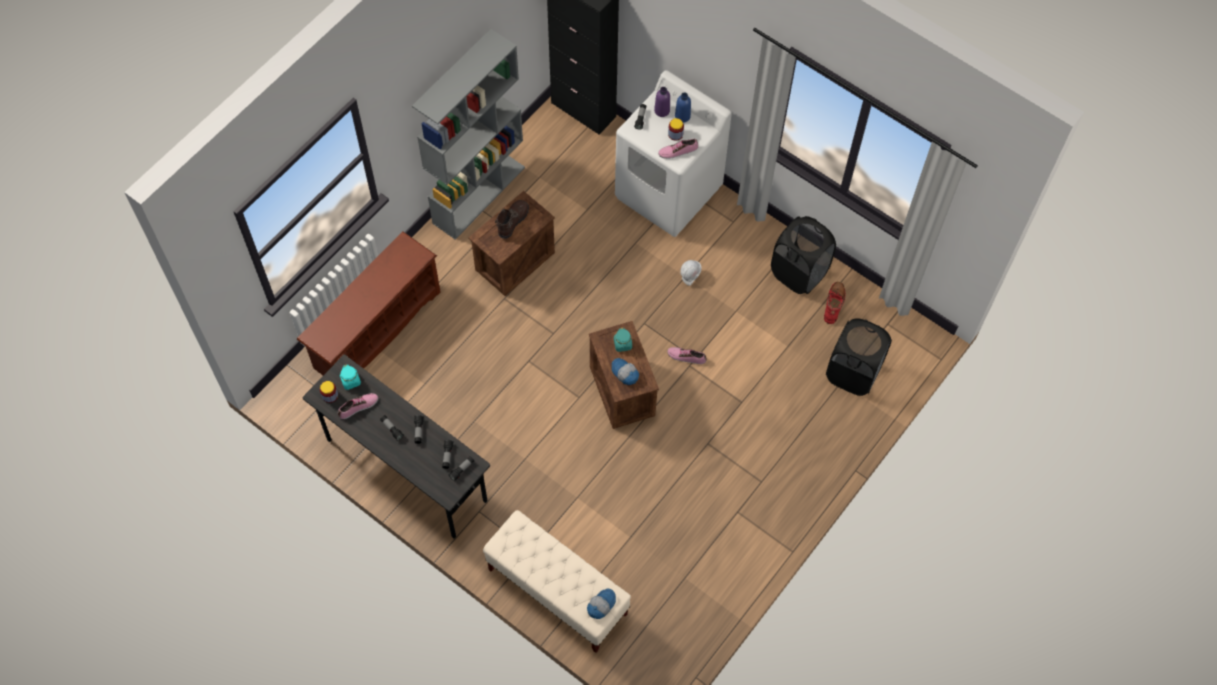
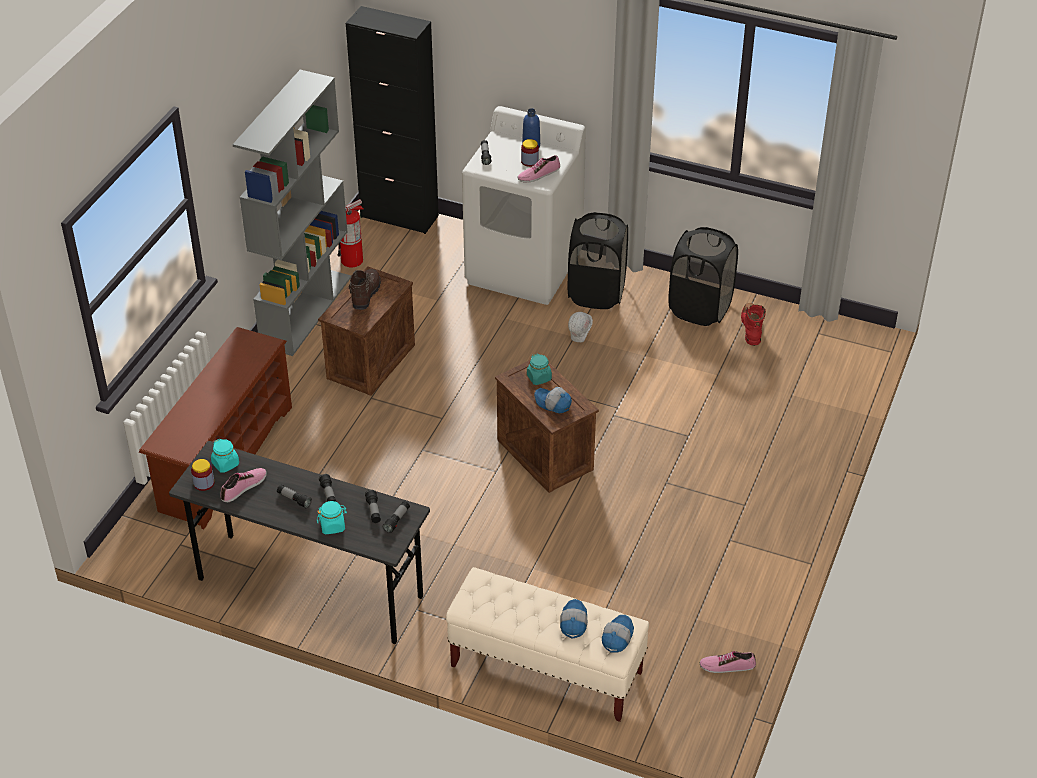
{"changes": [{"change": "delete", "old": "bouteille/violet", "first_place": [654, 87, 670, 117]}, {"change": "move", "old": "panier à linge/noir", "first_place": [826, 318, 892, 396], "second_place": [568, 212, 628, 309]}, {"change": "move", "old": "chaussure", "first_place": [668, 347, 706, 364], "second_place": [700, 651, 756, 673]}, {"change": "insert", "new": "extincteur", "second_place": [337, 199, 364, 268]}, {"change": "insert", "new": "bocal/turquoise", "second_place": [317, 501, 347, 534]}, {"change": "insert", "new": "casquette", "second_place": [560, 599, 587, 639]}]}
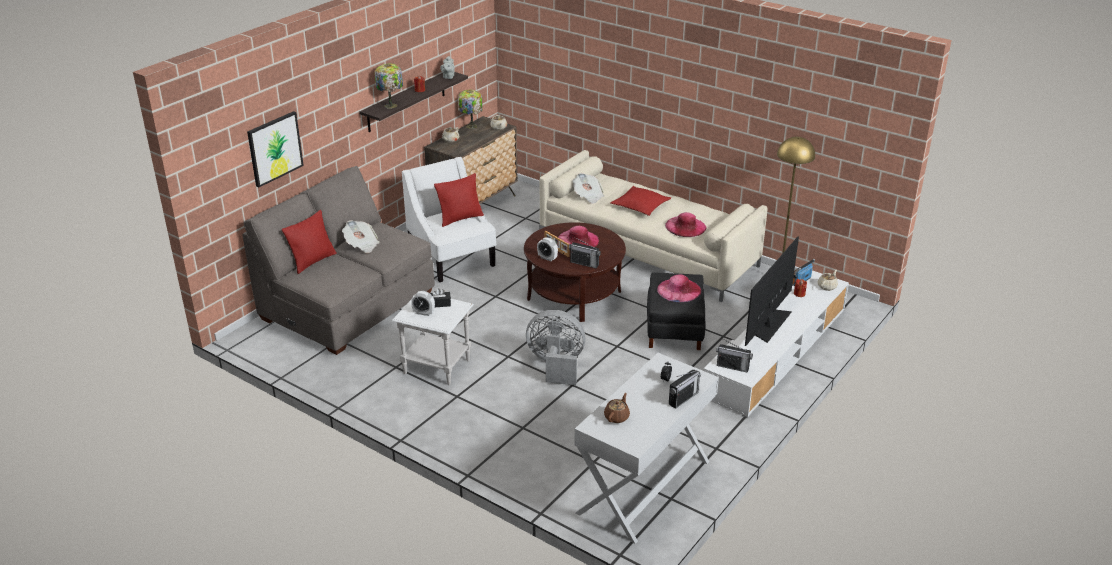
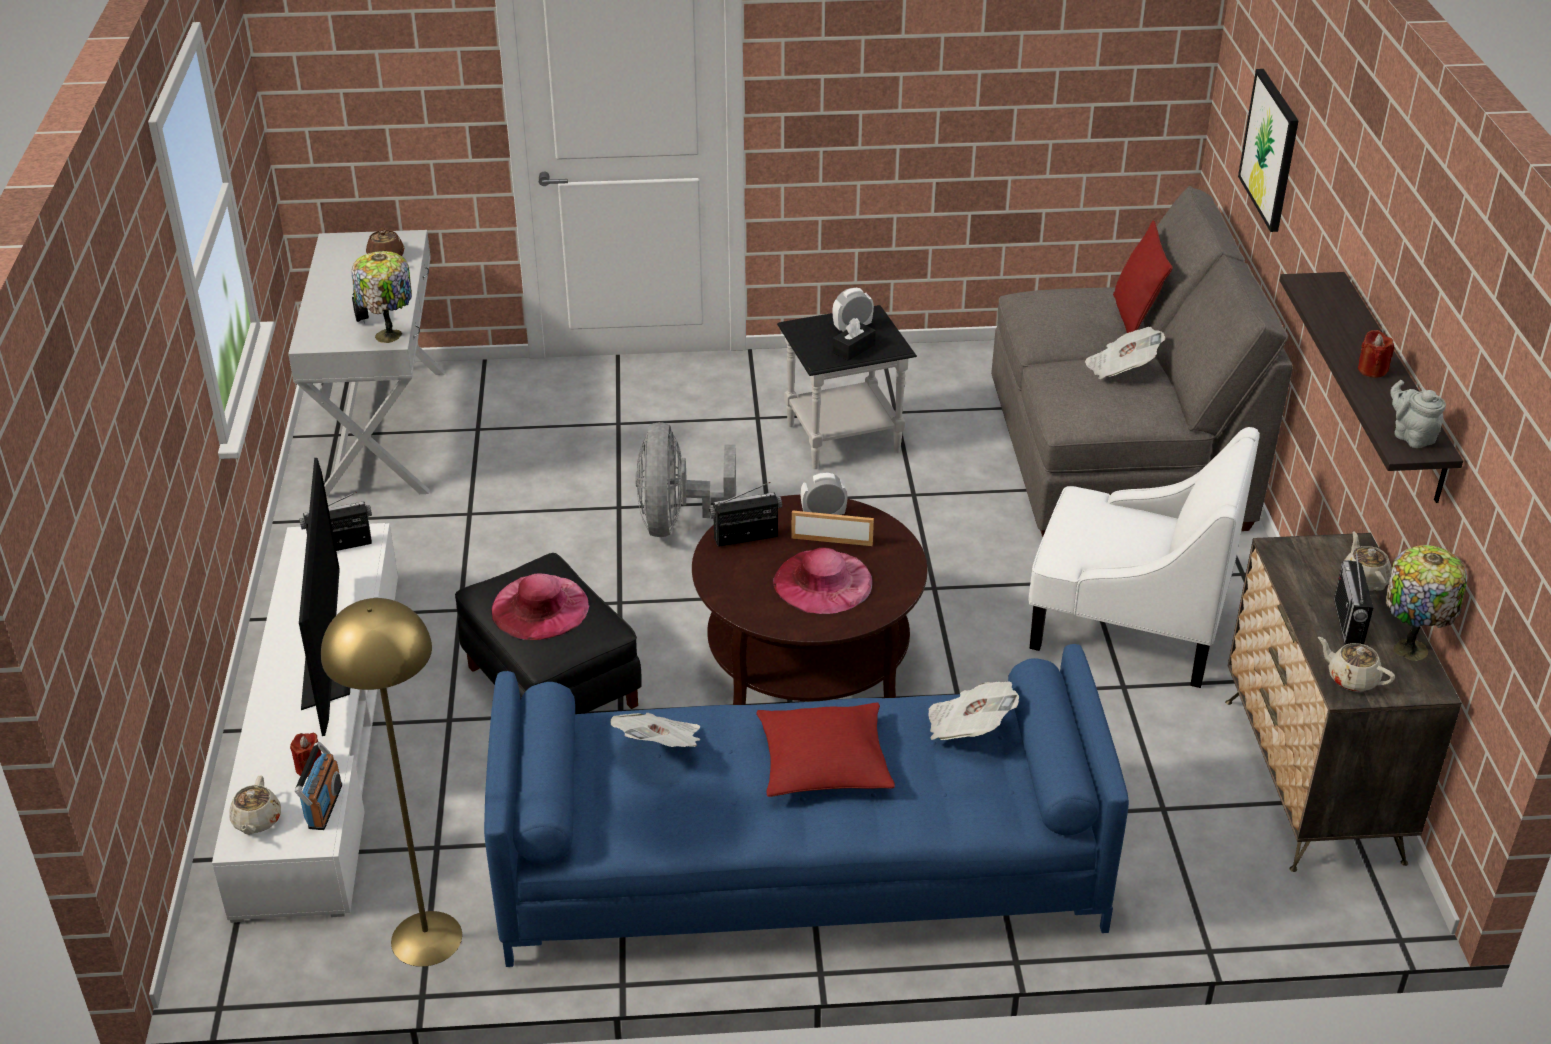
{"changes": [{"change": "move", "old": "lampe de table", "first_place": [375, 64, 403, 109], "second_place": [351, 251, 412, 343]}, {"change": "recolor", "old": "canapé/beige", "new": "canapé/bleu", "first_place": [539, 150, 767, 302], "second_place": [484, 644, 1129, 967]}, {"change": "delete", "old": "coussin/rouge", "first_place": [434, 173, 484, 227]}, {"change": "replace", "old": "chapeau/rose", "new": "journal", "first_place": [665, 212, 706, 237], "second_place": [611, 713, 700, 747]}, {"change": "recolor", "old": "table d'appoint/blanc", "new": "table d'appoint/noir", "first_place": [392, 299, 474, 385], "second_place": [777, 305, 917, 469]}, {"change": "rotate", "old": "ventilateur/gris", "first_place": [526, 310, 585, 385], "second_place": [635, 422, 736, 537], "degrees": 120}, {"change": "move", "old": "radio", "first_place": [669, 370, 701, 409], "second_place": [1334, 548, 1373, 645]}]}
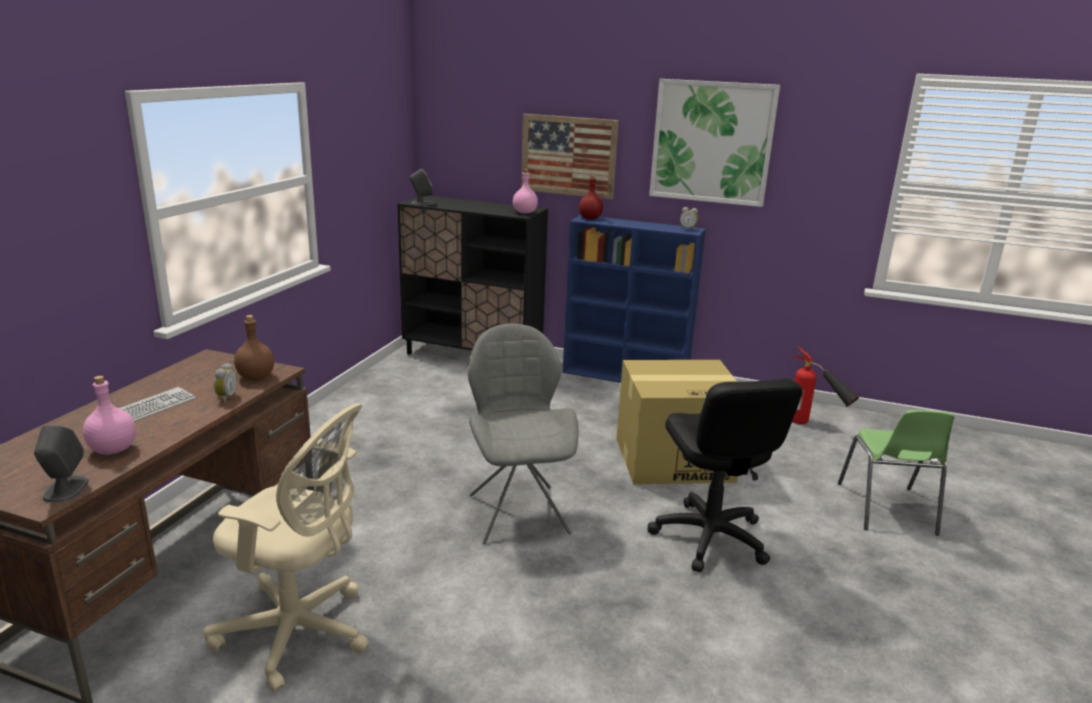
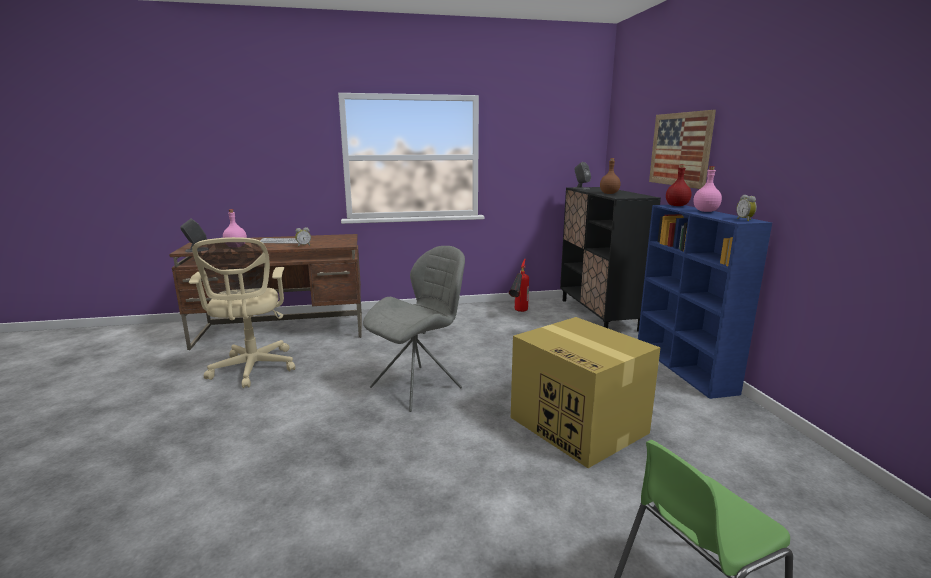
{"changes": [{"change": "delete", "old": "tableau", "first_place": [649, 79, 780, 207]}, {"change": "move", "old": "bouteille/rose", "first_place": [513, 169, 538, 214], "second_place": [694, 166, 722, 212]}, {"change": "move", "old": "bouteille/marron", "first_place": [234, 315, 274, 380], "second_place": [600, 158, 621, 194]}, {"change": "move", "old": "extincteur", "first_place": [792, 346, 859, 424], "second_place": [509, 259, 529, 312]}, {"change": "delete", "old": "chaise de bureau/noir", "first_place": [648, 379, 803, 572]}]}
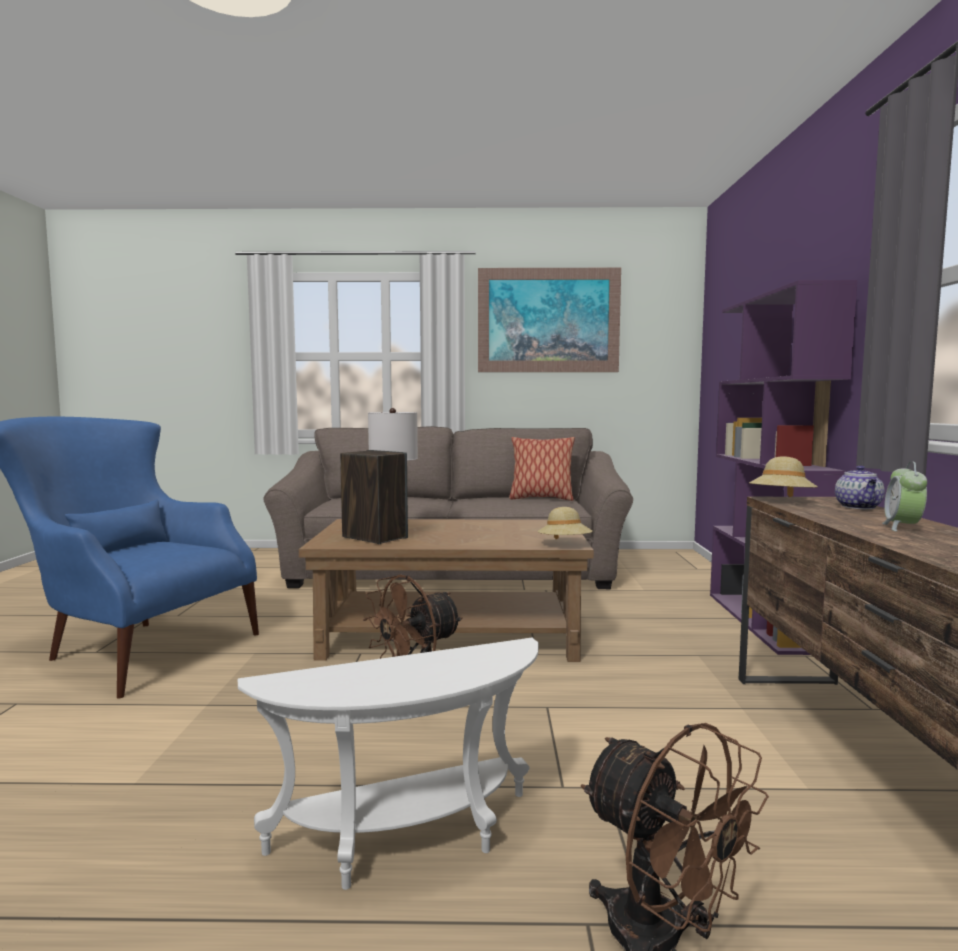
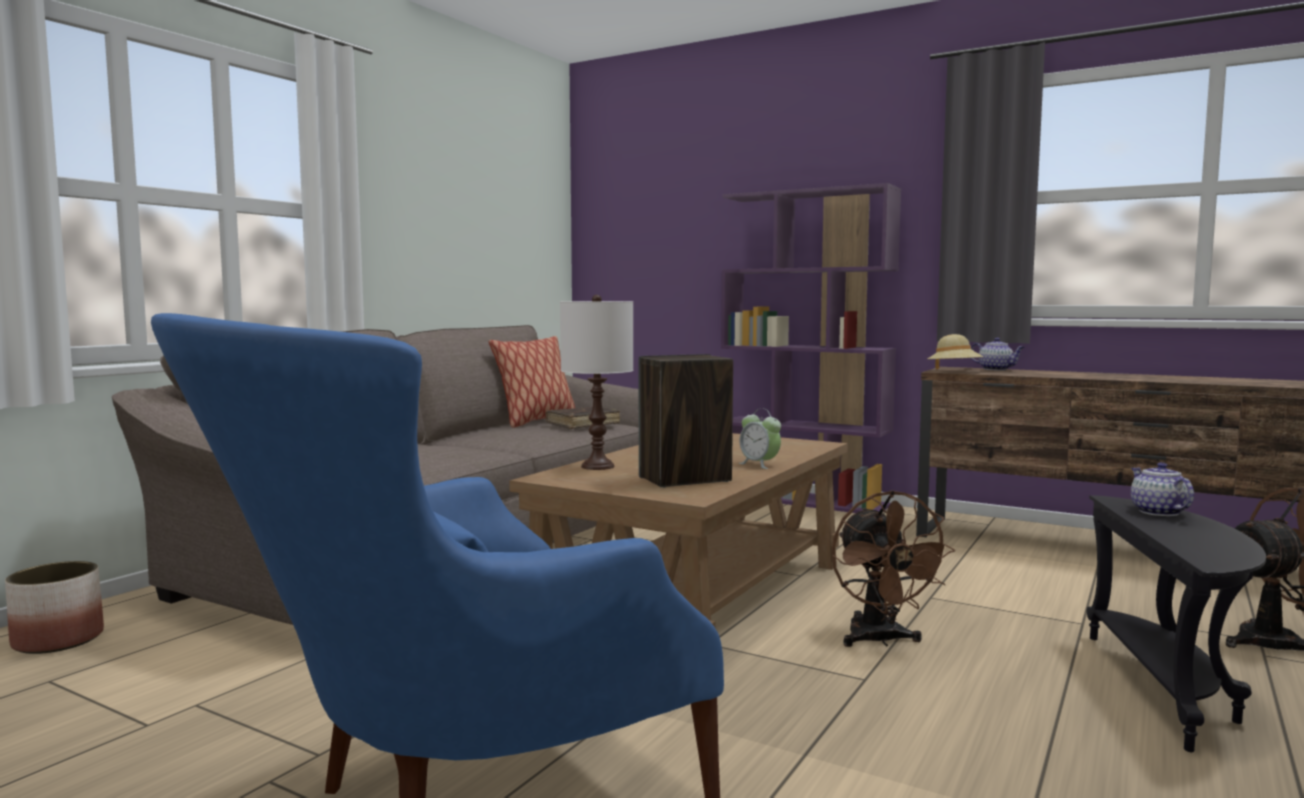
{"changes": [{"change": "delete", "old": "tableau", "first_place": [478, 268, 621, 372]}, {"change": "move", "old": "réveil", "first_place": [882, 461, 927, 532], "second_place": [739, 408, 781, 469]}, {"change": "delete", "old": "chapeau/beige", "first_place": [538, 507, 593, 539]}, {"change": "recolor", "old": "table d'appoint/blanc", "new": "table d'appoint/noir", "first_place": [238, 638, 539, 890], "second_place": [1086, 495, 1266, 752]}, {"change": "insert", "new": "livre/marron", "second_place": [545, 407, 620, 429]}, {"change": "insert", "new": "théière", "second_place": [1131, 462, 1194, 516]}, {"change": "insert", "new": "cache-pot", "second_place": [5, 561, 104, 654]}]}
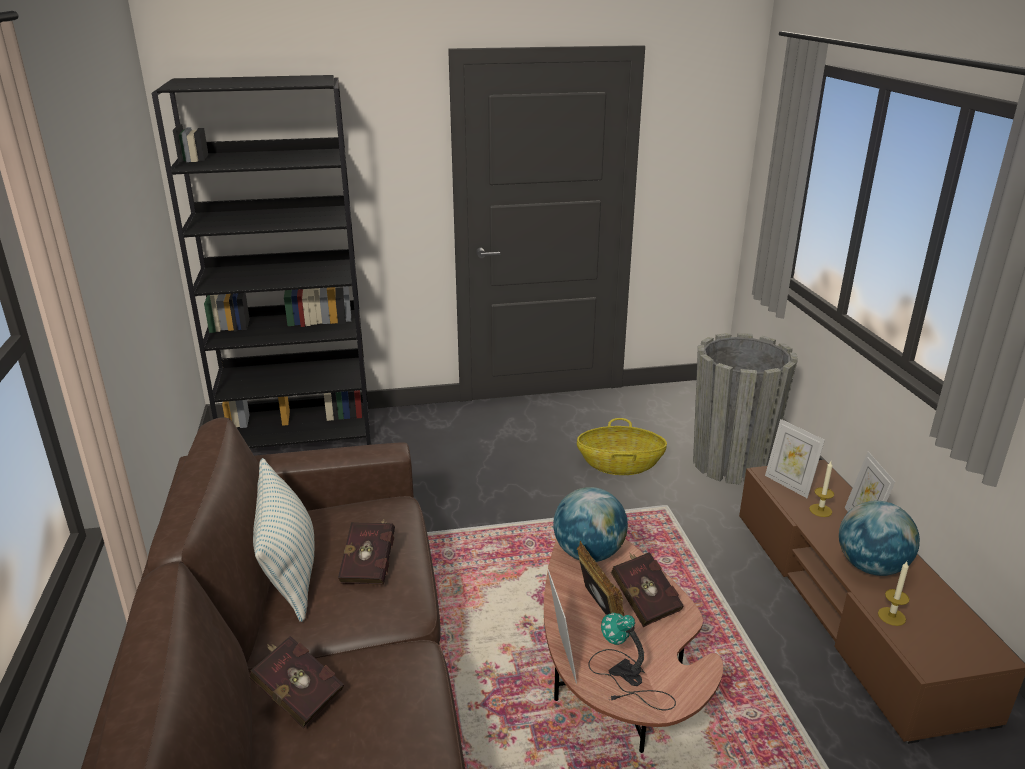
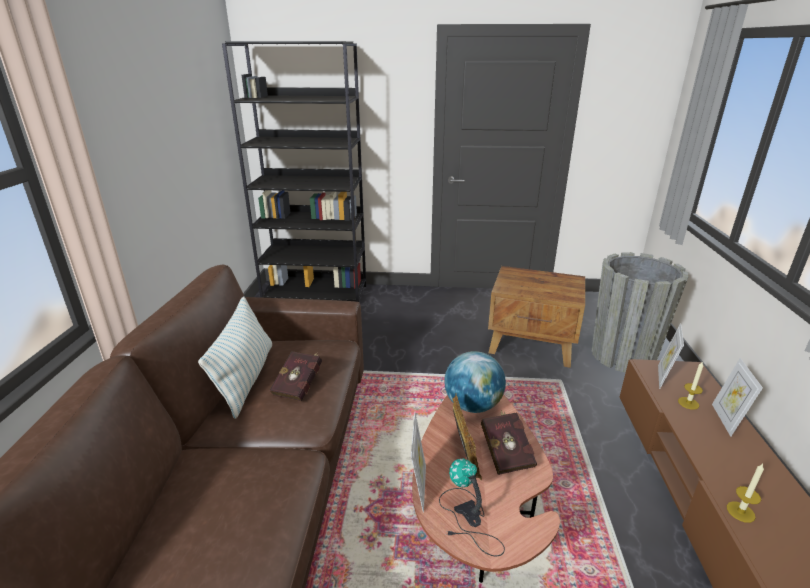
{"changes": [{"change": "replace", "old": "panier", "new": "table d'appoint/marron", "first_place": [577, 418, 667, 475], "second_place": [488, 266, 585, 368]}, {"change": "rotate", "old": "cadre photo", "first_place": [765, 419, 825, 498], "second_place": [658, 323, 684, 389], "degrees": 45}, {"change": "delete", "old": "globe", "first_place": [839, 501, 920, 576]}, {"change": "delete", "old": "livre/rouge", "first_place": [249, 636, 344, 728]}]}
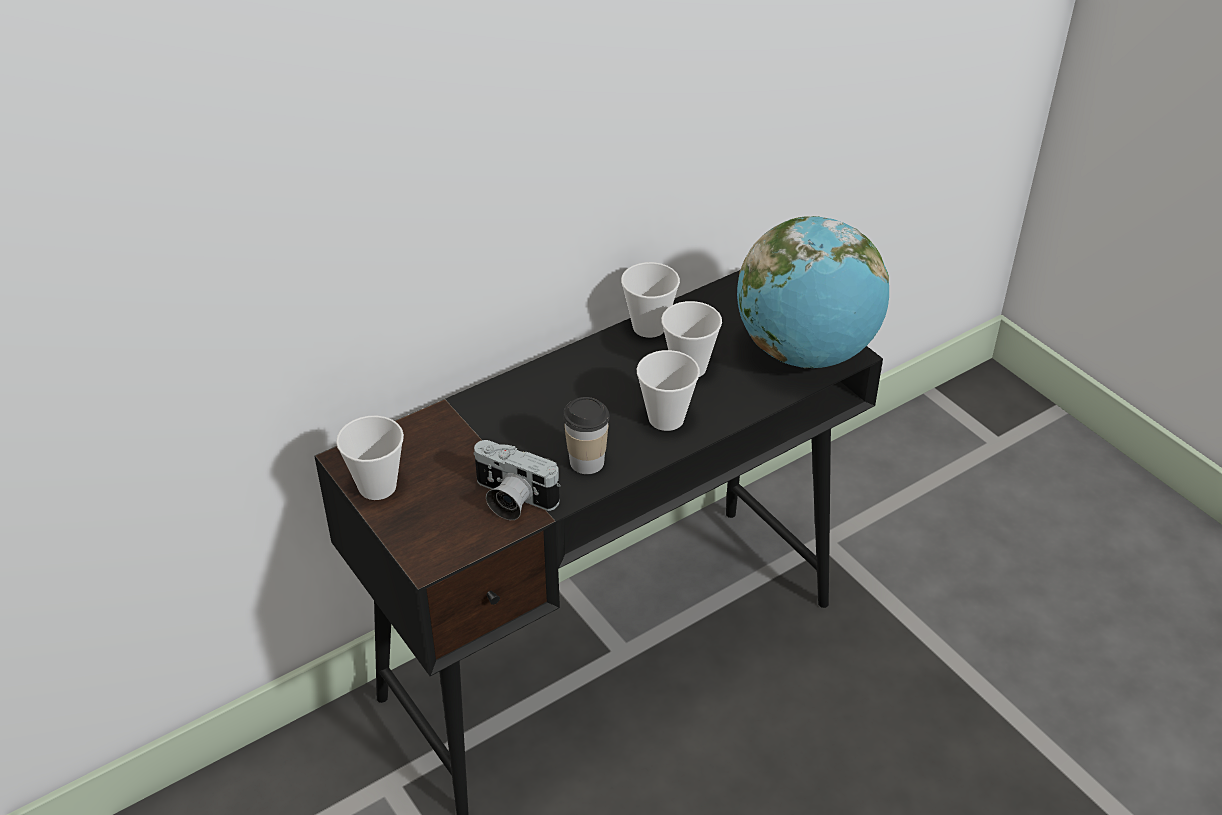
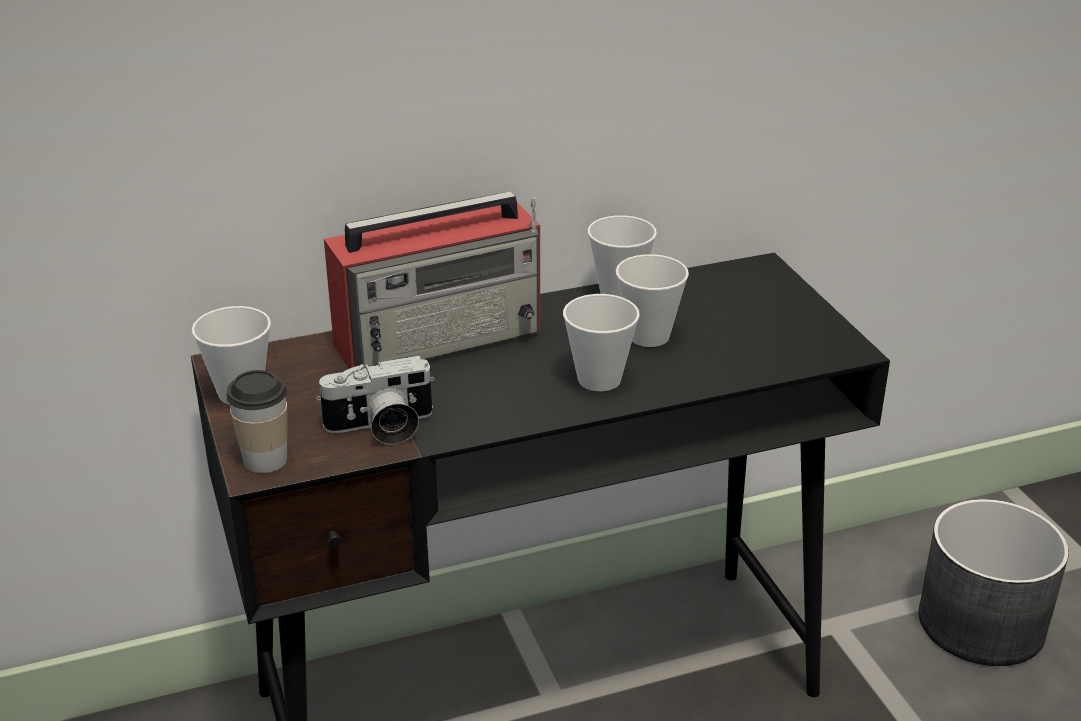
{"changes": [{"change": "delete", "old": "globe", "first_place": [737, 216, 889, 369]}, {"change": "move", "old": "tasse", "first_place": [563, 397, 610, 474], "second_place": [226, 370, 288, 473]}, {"change": "rotate", "old": "appareil photo", "first_place": [473, 440, 561, 520], "second_place": [316, 356, 434, 445], "degrees": -60}, {"change": "insert", "new": "radio", "second_place": [324, 191, 540, 369]}, {"change": "insert", "new": "cache-pot/gris", "second_place": [918, 499, 1069, 666]}]}
